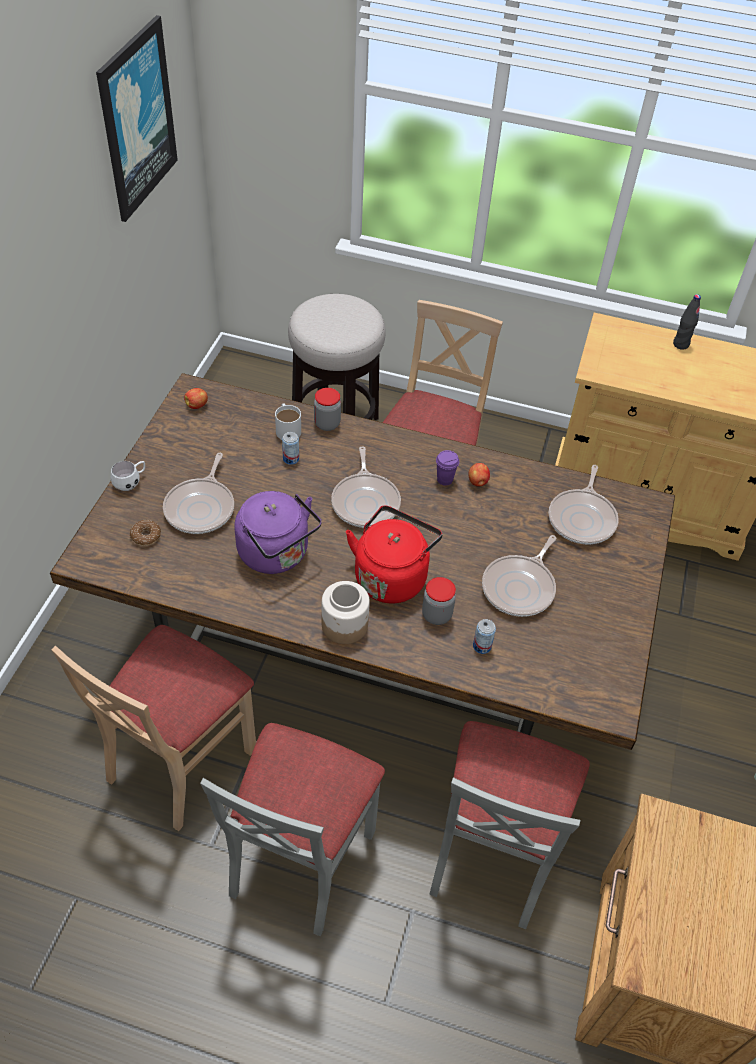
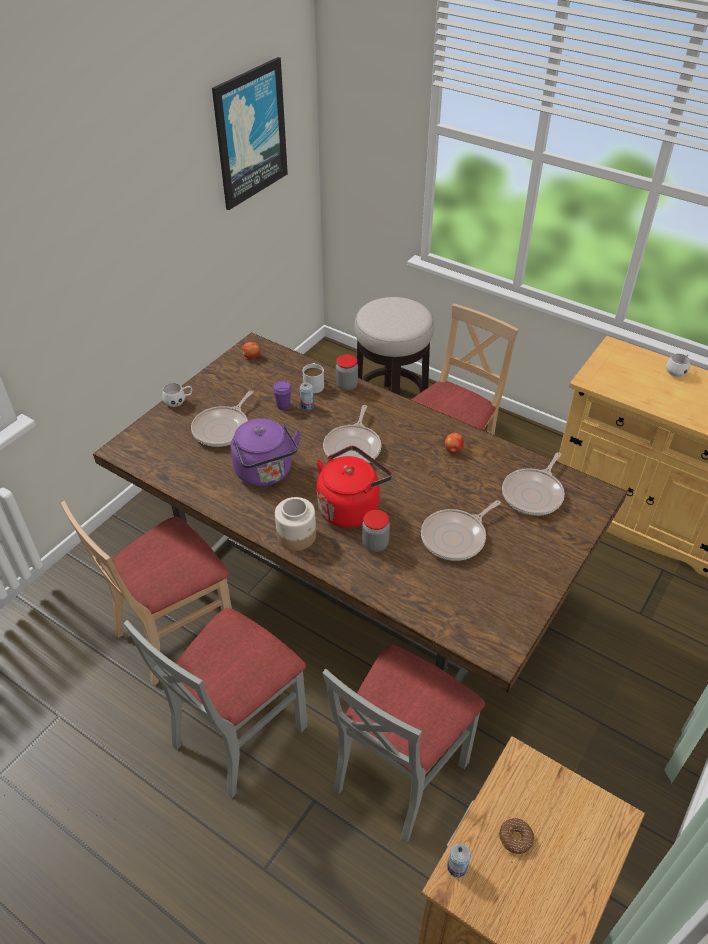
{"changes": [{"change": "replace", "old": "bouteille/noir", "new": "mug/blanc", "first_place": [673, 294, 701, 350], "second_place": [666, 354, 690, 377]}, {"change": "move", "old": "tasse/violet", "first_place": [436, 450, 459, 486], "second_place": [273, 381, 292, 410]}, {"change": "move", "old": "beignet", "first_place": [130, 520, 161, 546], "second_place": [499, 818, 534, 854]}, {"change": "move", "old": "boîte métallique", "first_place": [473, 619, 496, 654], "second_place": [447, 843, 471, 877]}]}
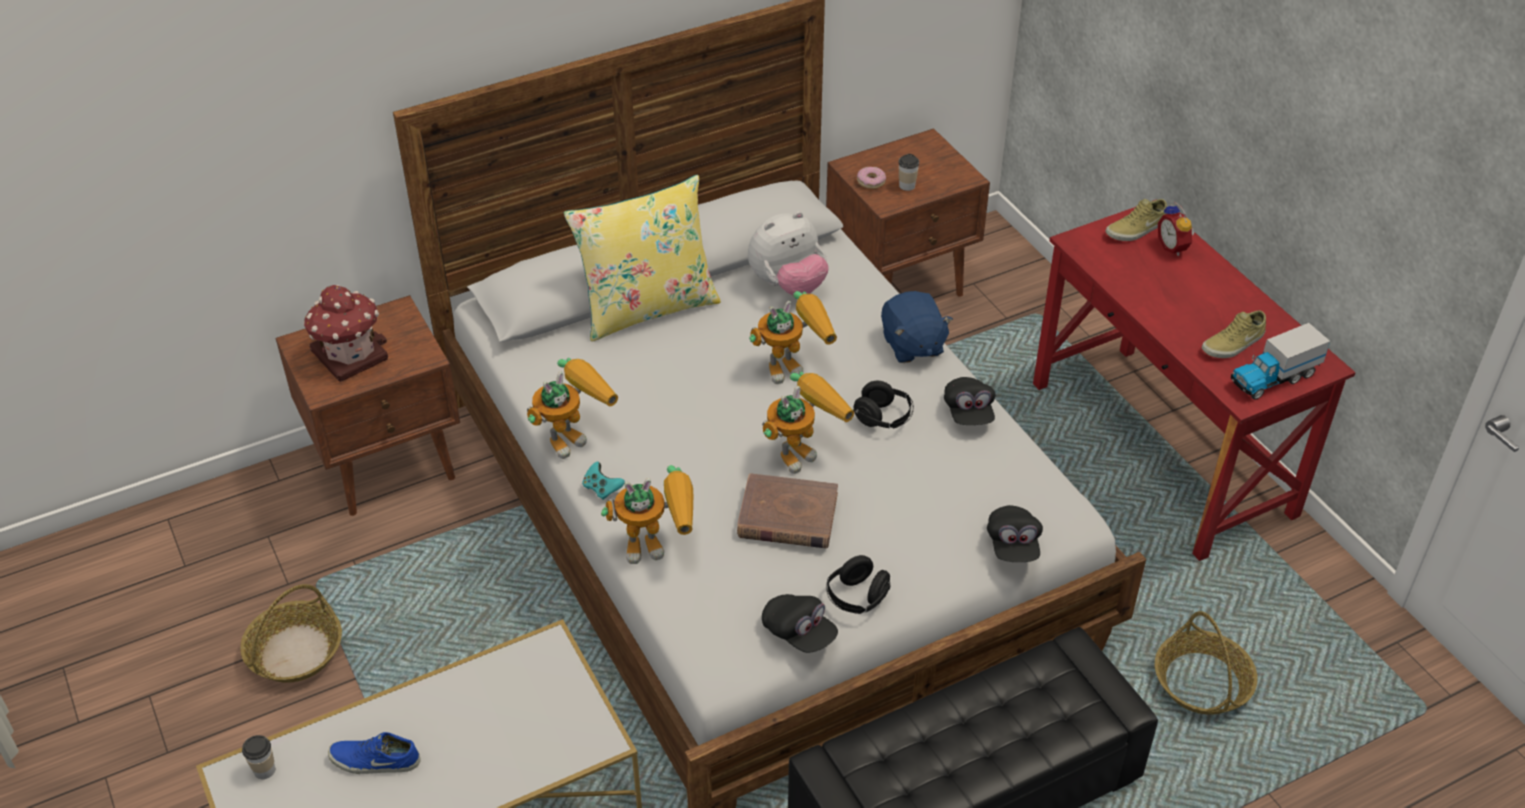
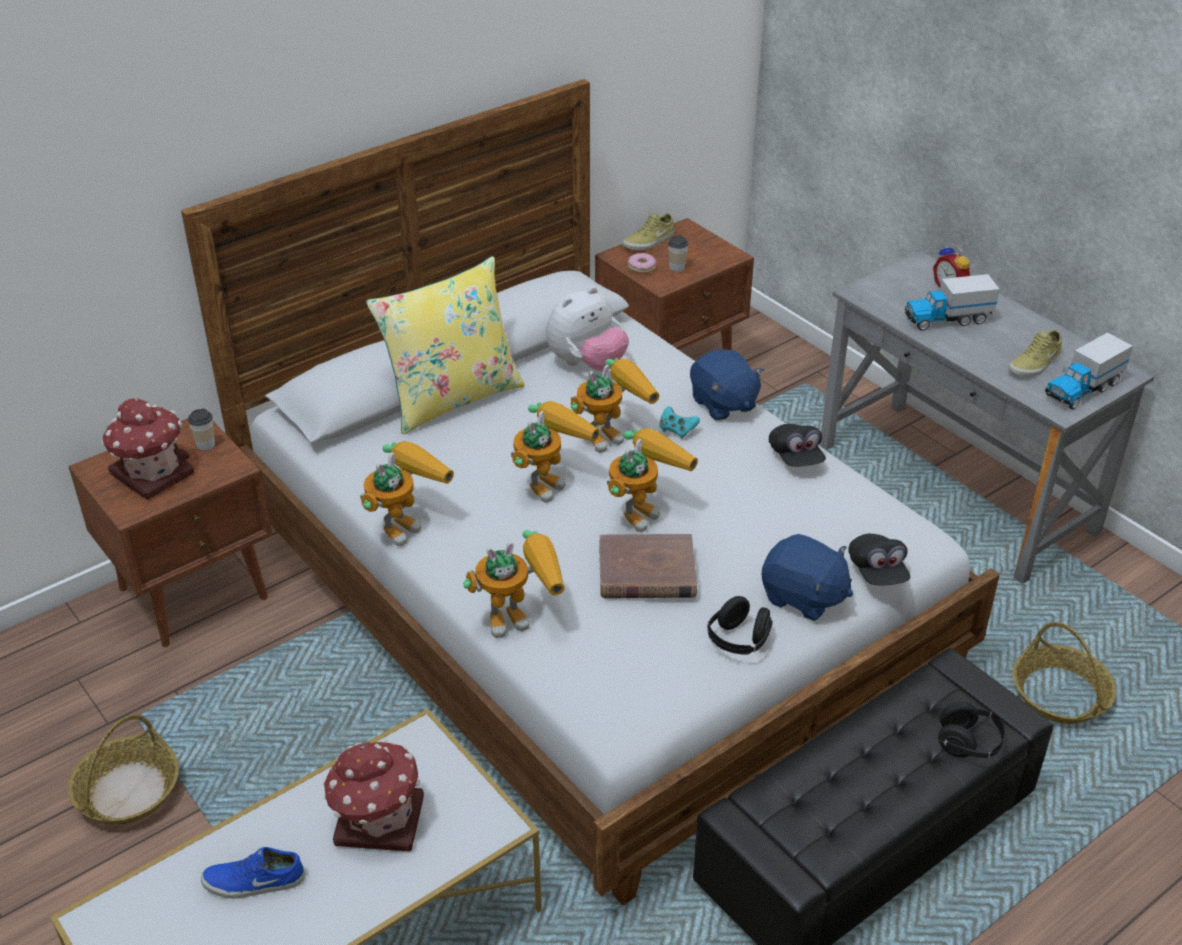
{"changes": [{"change": "recolor", "old": "bureau/rouge", "new": "bureau/gris", "first_place": [1033, 199, 1356, 561], "second_place": [820, 251, 1155, 584]}, {"change": "move", "old": "chaussure/beige", "first_place": [1105, 199, 1167, 241], "second_place": [622, 213, 675, 250]}, {"change": "move", "old": "casque audio/noir", "first_place": [853, 381, 914, 429], "second_place": [938, 702, 1007, 758]}, {"change": "move", "old": "manette/turquoise", "first_place": [582, 462, 625, 500], "second_place": [659, 406, 700, 438]}, {"change": "delete", "old": "casquette/noir", "first_place": [762, 594, 838, 653]}, {"change": "move", "old": "tasse", "first_place": [242, 735, 275, 779], "second_place": [188, 409, 215, 450]}, {"change": "insert", "new": "camion jouet", "second_place": [904, 274, 1000, 330]}, {"change": "insert", "new": "robot jouet", "second_place": [511, 401, 600, 503]}, {"change": "insert", "new": "peluche/bleu", "second_place": [762, 534, 853, 621]}, {"change": "insert", "new": "maison miniature", "second_place": [323, 739, 424, 852]}]}
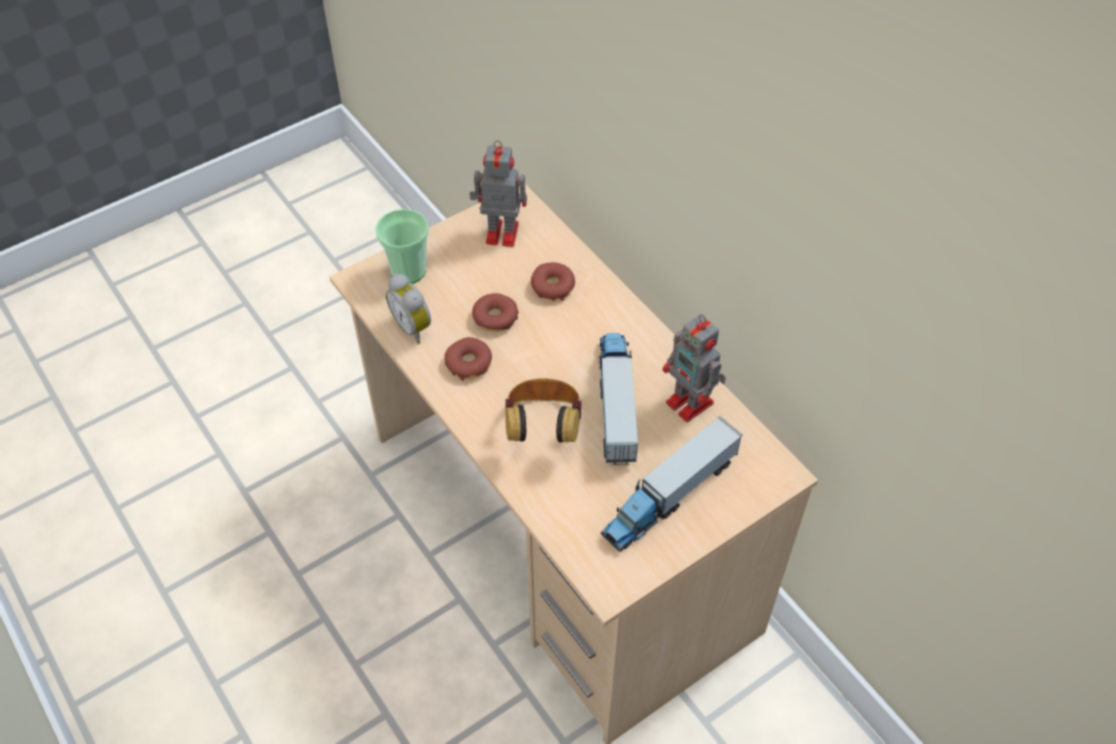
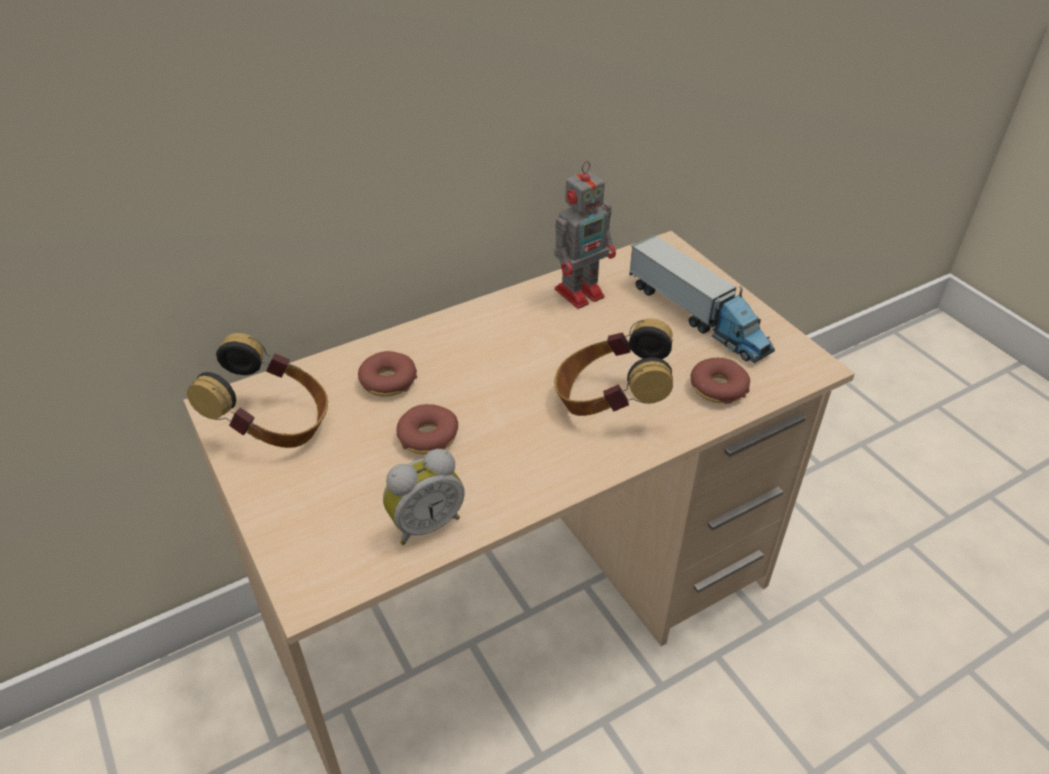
{"changes": [{"change": "replace", "old": "robot jouet", "new": "casque audio", "first_place": [469, 140, 527, 247], "second_place": [187, 333, 328, 448]}, {"change": "delete", "old": "tasse", "first_place": [375, 209, 429, 284]}, {"change": "delete", "old": "camion jouet", "first_place": [598, 333, 638, 465]}, {"change": "move", "old": "beignet", "first_place": [444, 337, 492, 381], "second_place": [691, 358, 750, 404]}]}
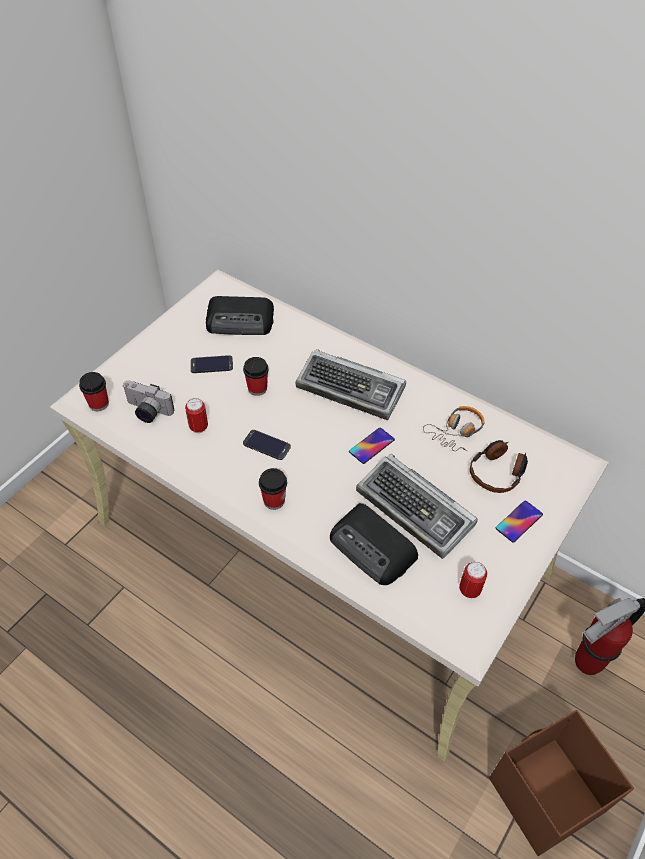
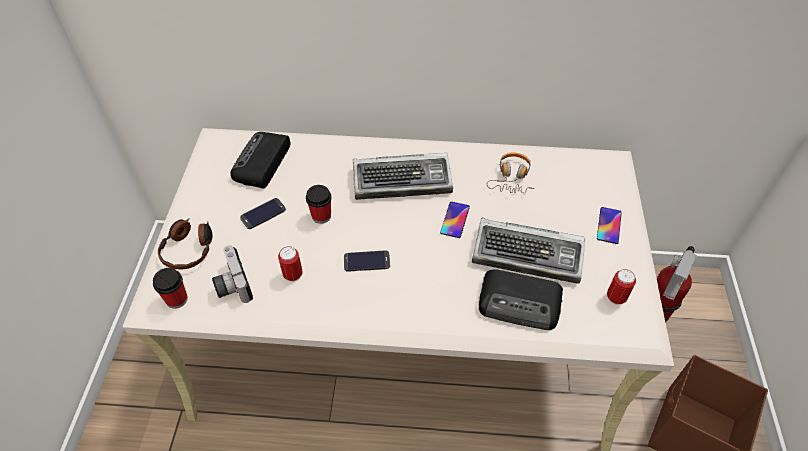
{"changes": [{"change": "rotate", "old": "radio", "first_place": [206, 296, 274, 335], "second_place": [231, 132, 291, 189], "degrees": 135}, {"change": "rotate", "old": "appareil photo", "first_place": [122, 380, 174, 423], "second_place": [212, 245, 253, 303], "degrees": 75}, {"change": "move", "old": "casque audio", "first_place": [470, 440, 528, 493], "second_place": [158, 218, 212, 269]}, {"change": "delete", "old": "tasse", "first_place": [259, 468, 287, 510]}]}
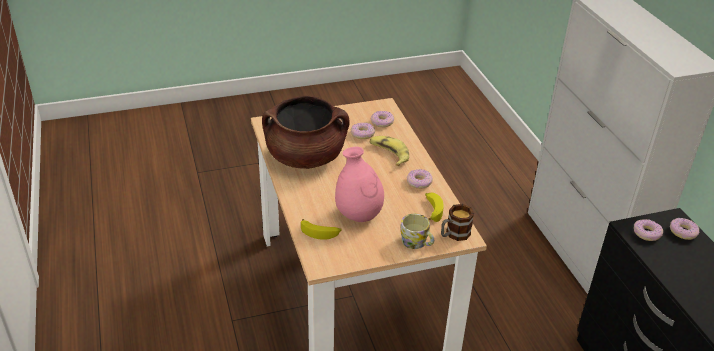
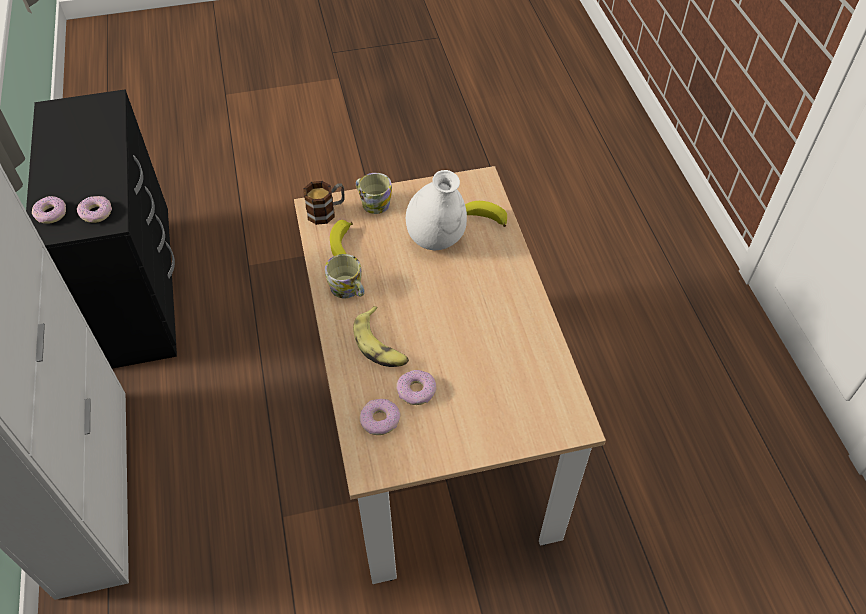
{"changes": [{"change": "delete", "old": "marmite/marron", "first_place": [262, 96, 350, 169]}, {"change": "recolor", "old": "vase/rose", "new": "vase/blanc", "first_place": [335, 147, 384, 222], "second_place": [406, 170, 467, 250]}, {"change": "replace", "old": "beignet", "new": "mug", "first_place": [407, 169, 433, 189], "second_place": [325, 254, 365, 298]}]}
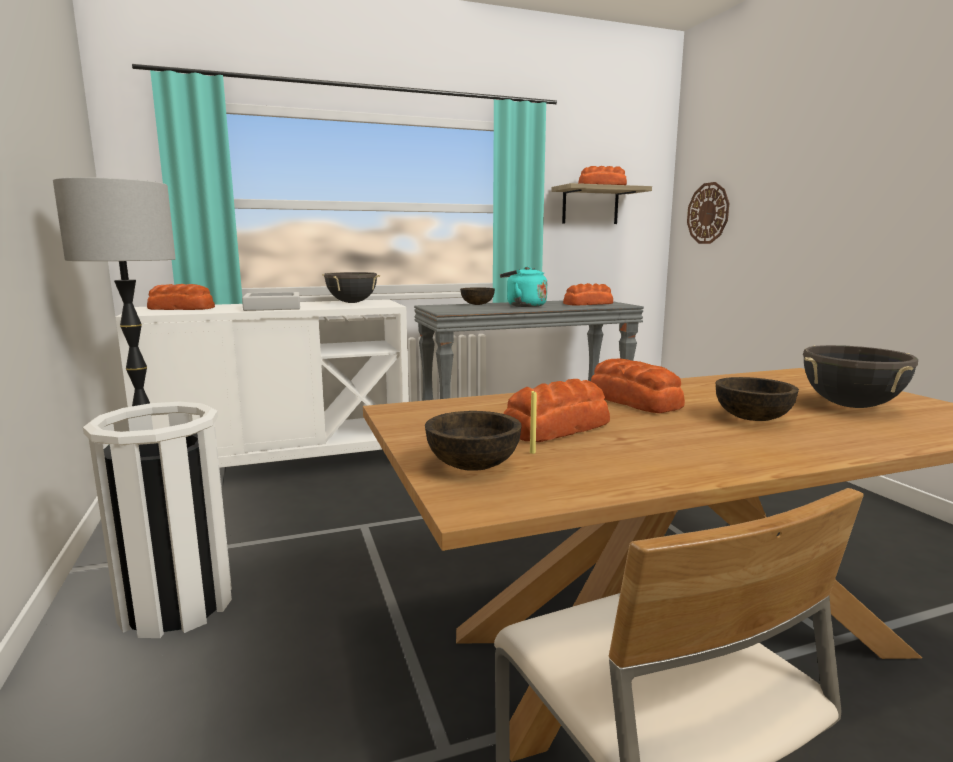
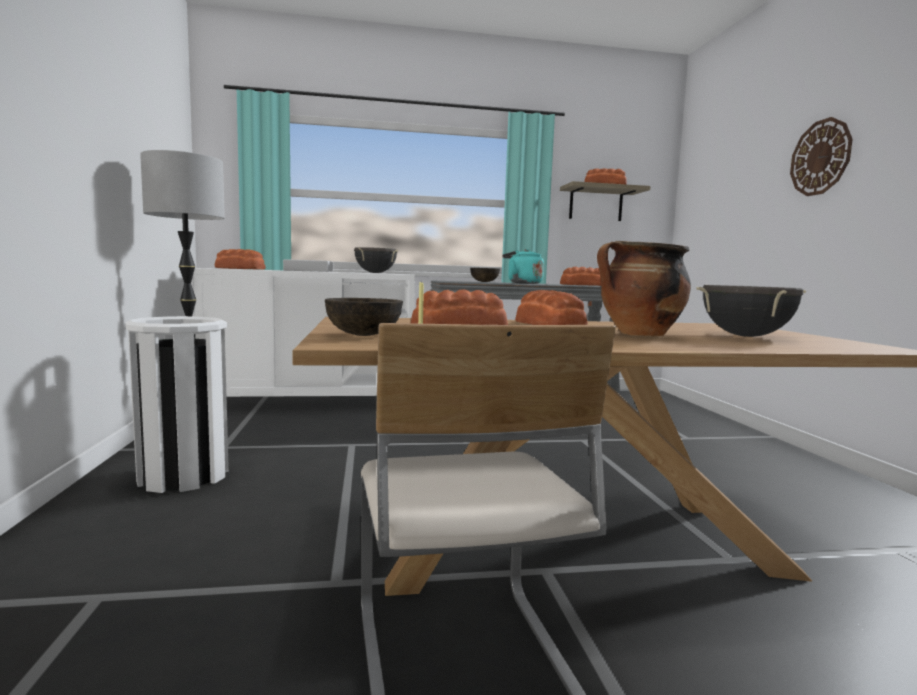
{"changes": [{"change": "move", "old": "horloge murale", "first_place": [687, 182, 729, 244], "second_place": [790, 117, 853, 196]}, {"change": "replace", "old": "bol/marron", "new": "marmite", "first_place": [716, 377, 799, 421], "second_place": [597, 241, 691, 337]}]}
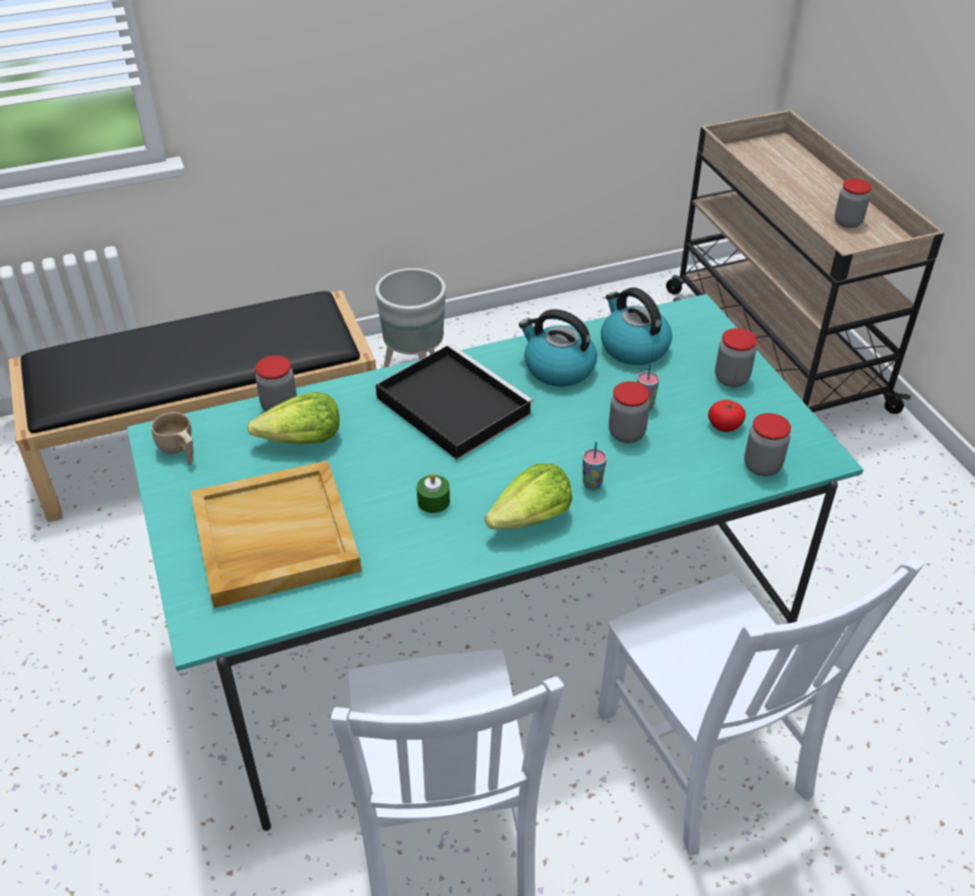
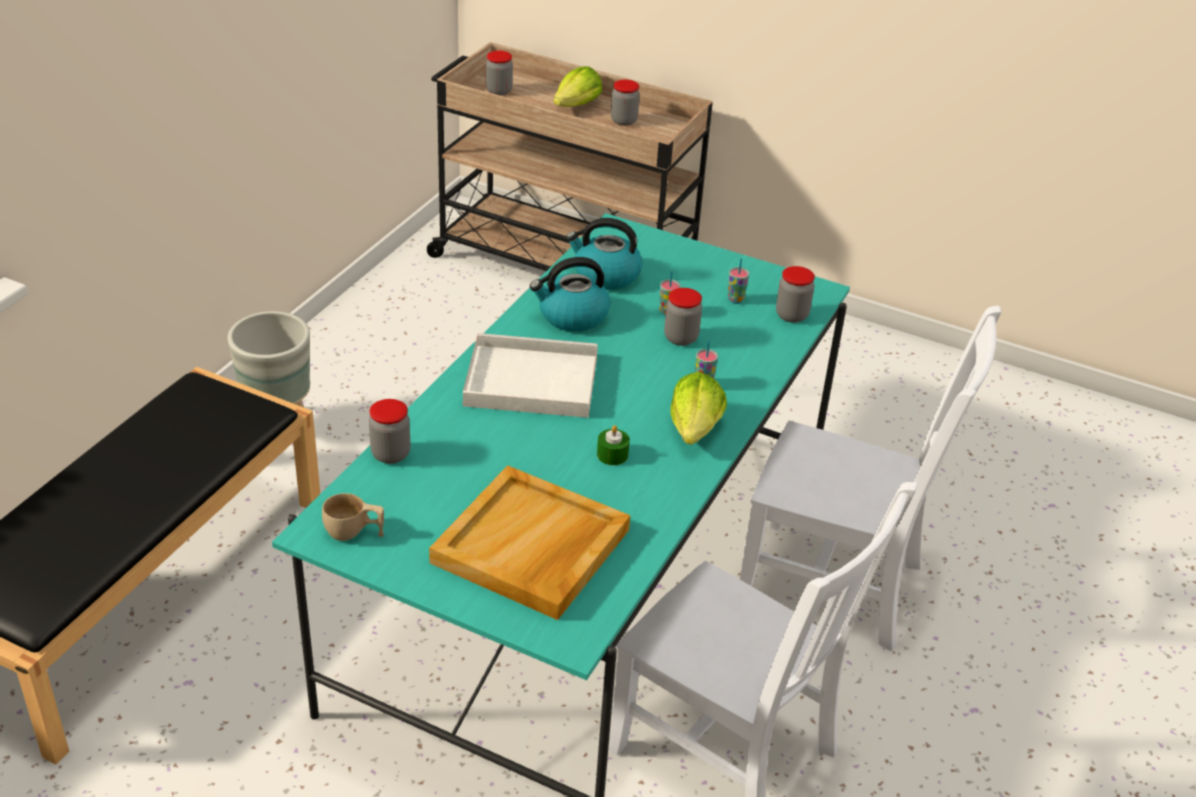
{"changes": [{"change": "move", "old": "bocal", "first_place": [715, 328, 757, 387], "second_place": [486, 51, 513, 96]}, {"change": "recolor", "old": "plateau/noir", "new": "plateau/blanc", "first_place": [376, 344, 534, 459], "second_place": [463, 333, 598, 418]}, {"change": "move", "old": "laitue", "first_place": [247, 392, 340, 444], "second_place": [553, 66, 602, 107]}, {"change": "replace", "old": "tomate", "new": "tasse", "first_place": [708, 400, 746, 432], "second_place": [728, 258, 749, 304]}]}
